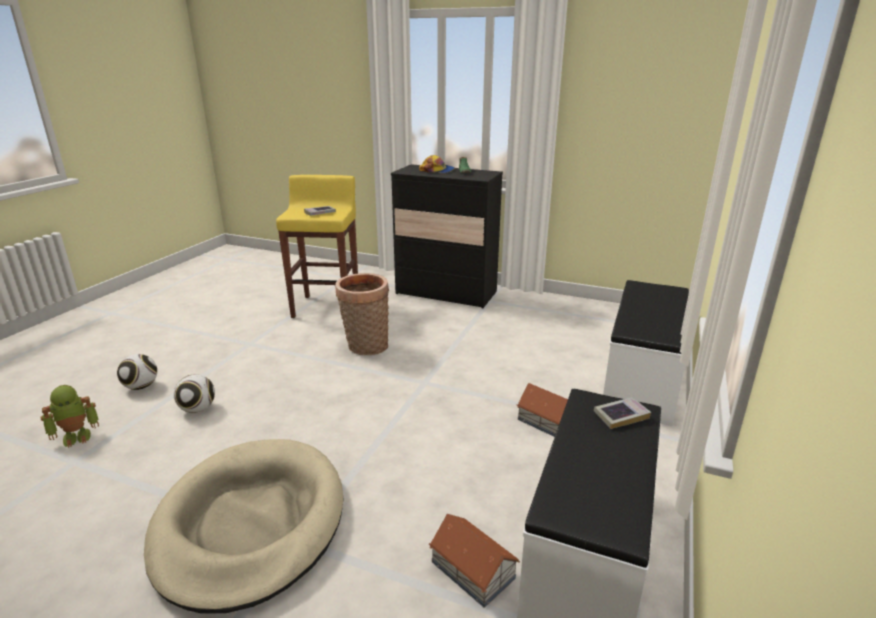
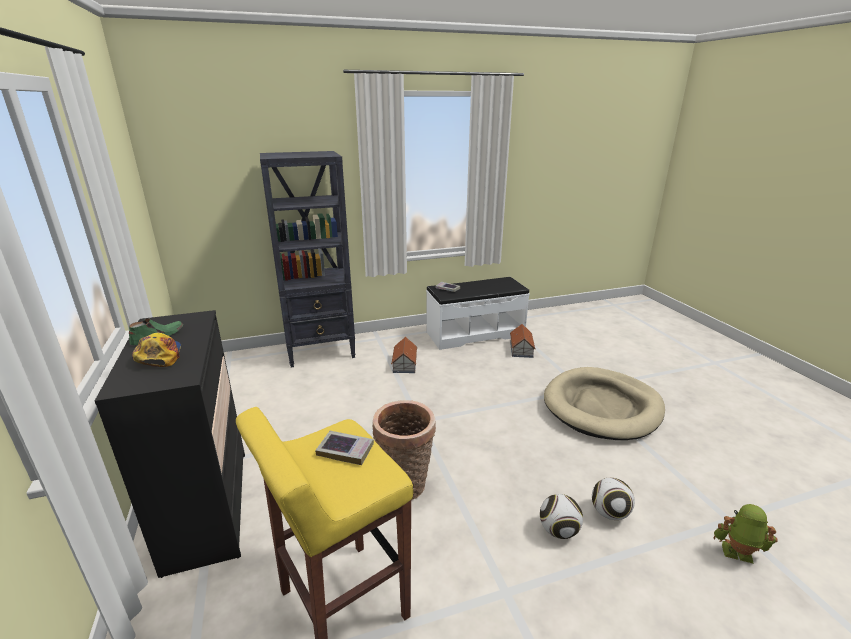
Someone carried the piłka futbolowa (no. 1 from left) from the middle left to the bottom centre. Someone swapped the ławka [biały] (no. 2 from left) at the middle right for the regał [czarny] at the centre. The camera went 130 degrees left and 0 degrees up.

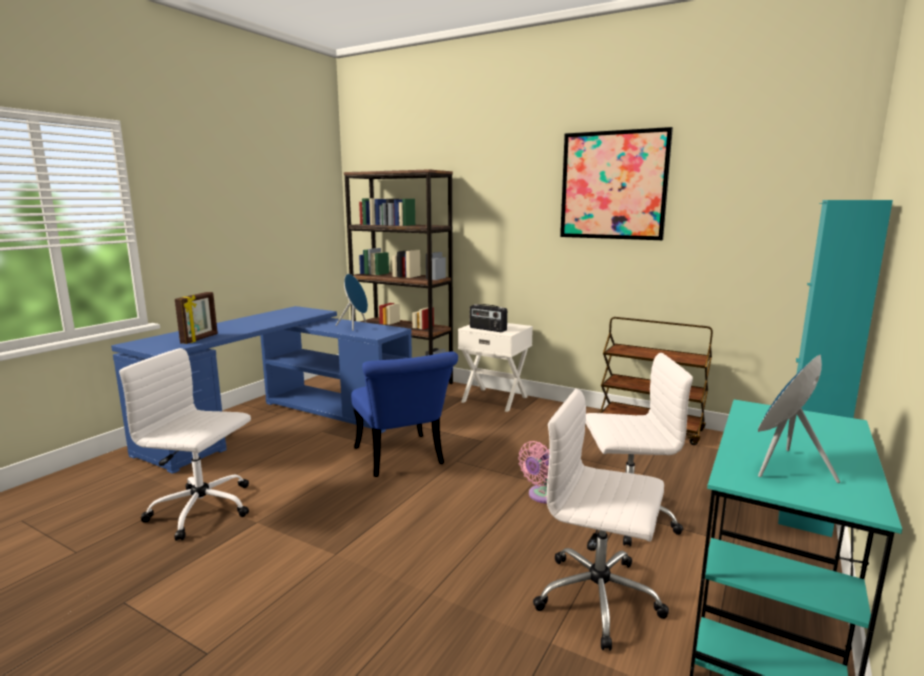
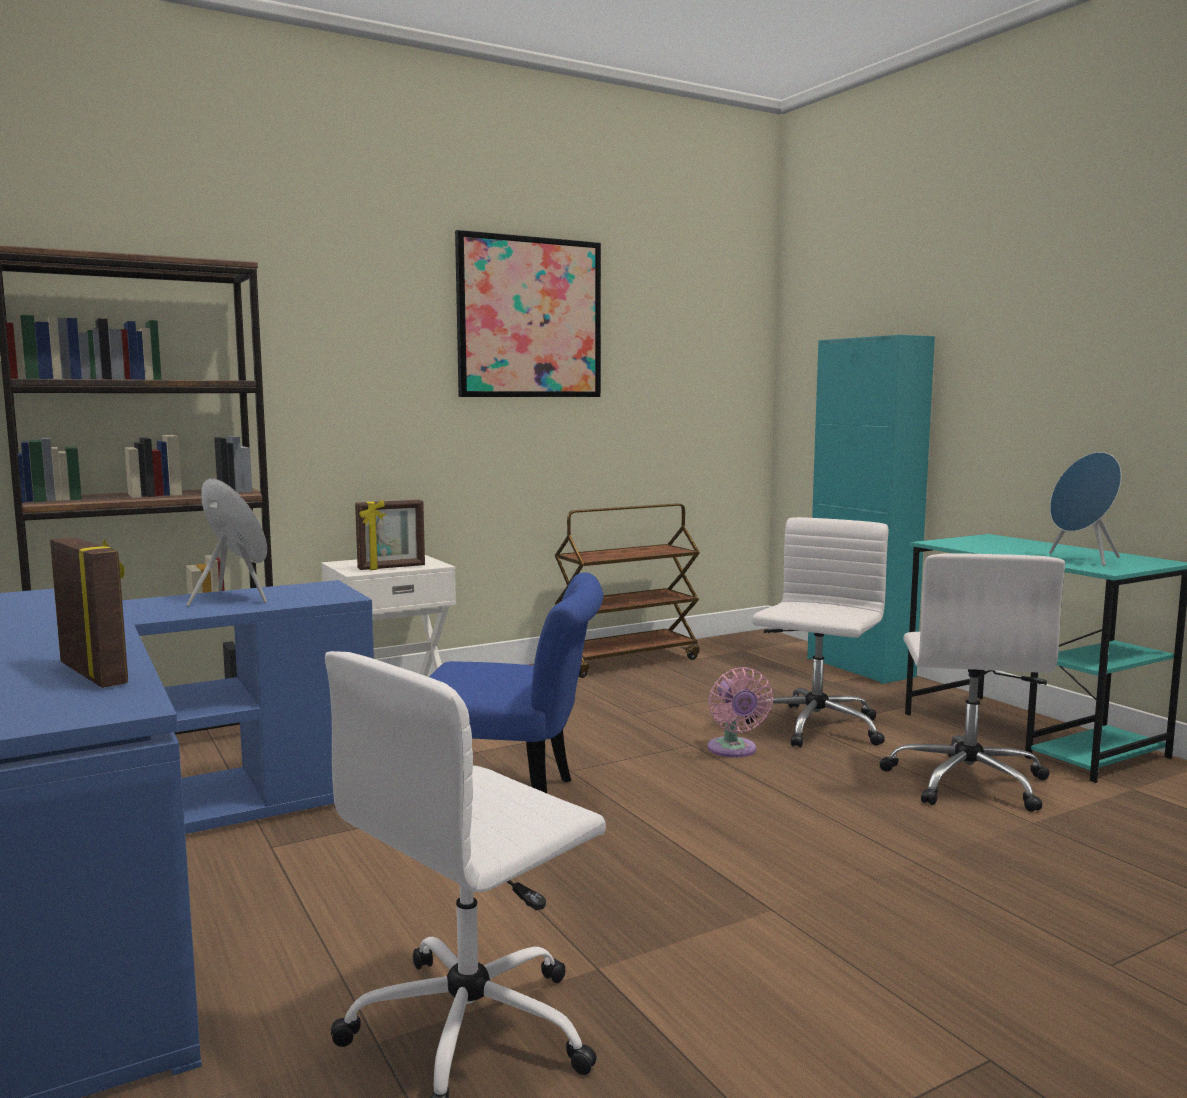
Someone swapped the radio at the centre for the ramka na zdjęcie (no. 2 from left) at the middle left. Someone rotated the krzesło biurowe [biały] (no. 2 from left in the first image) at the bottom centre by 45 degrees counterclockwise. The camera went 60 degrees left and 5 degrees down.

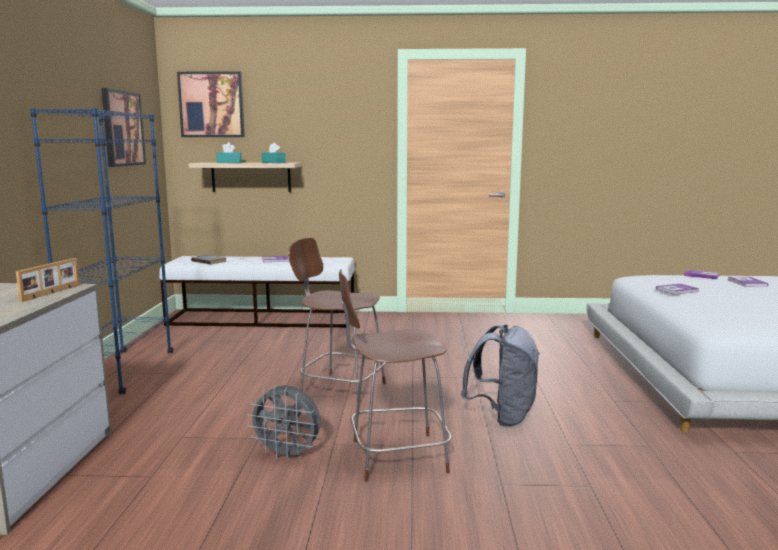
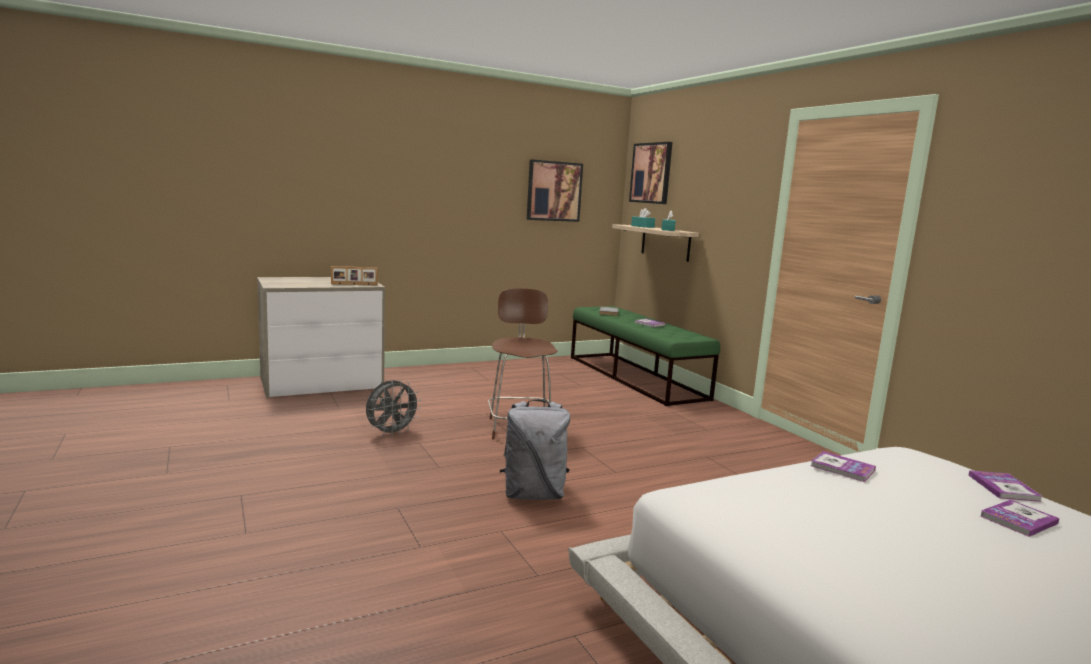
Someone took away the regał [niebieski] at the middle left. Someone repainted the ławka [biały] at the middle left, which became the ławka [zielony] at the centre. Someone rotated the wentylator [szary] at the bottom centre by 120 degrees counterclockwise. Someone took away the krzesło [brązowy] (no. 2 from left) at the bottom centre. The camera went 60 degrees right and 0 degrees up.

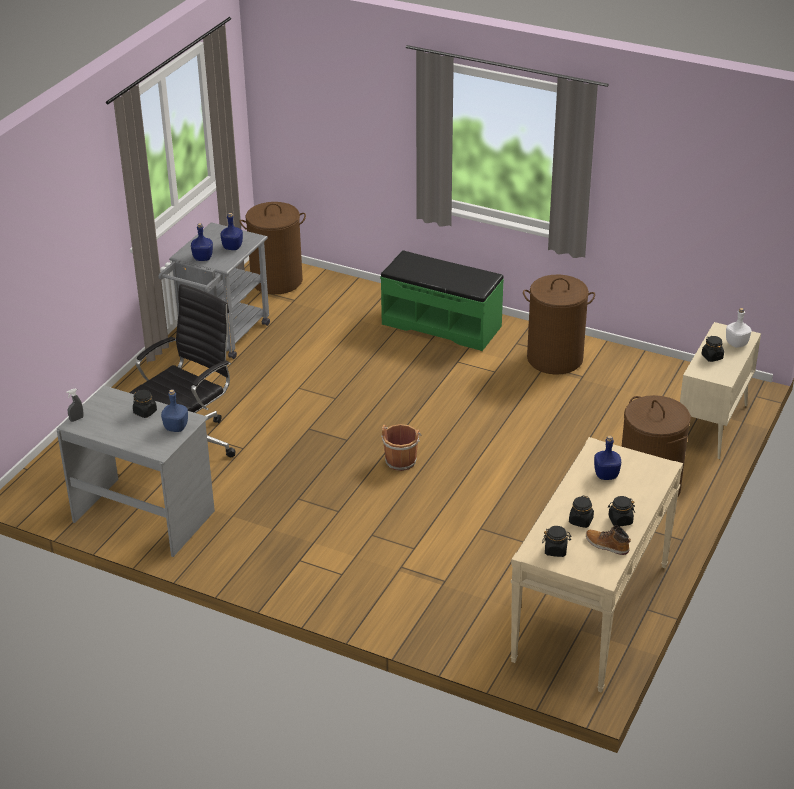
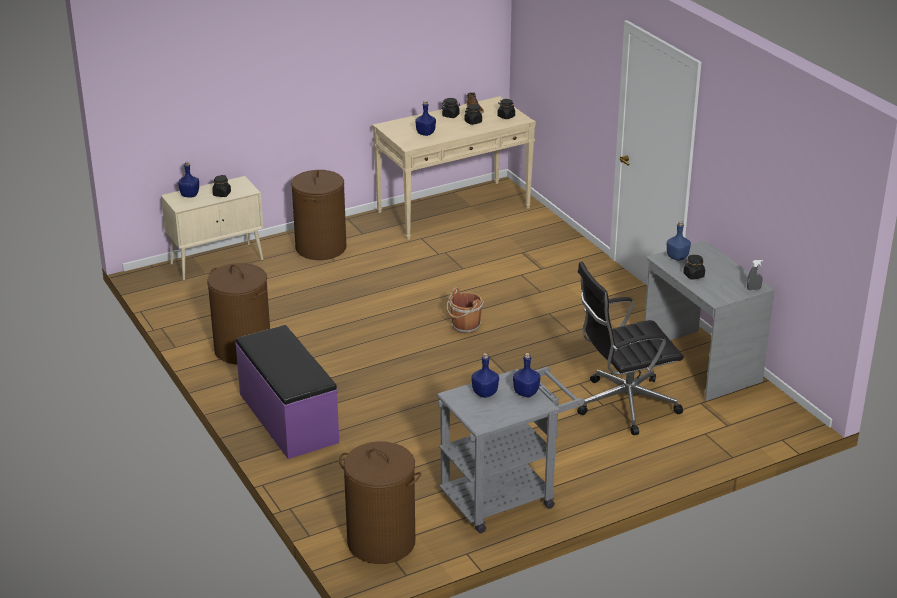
Someone repainted the ławka [zielony] at the centre, which became the ławka [fioletowy] at the middle left. Someone repainted the butelka [biały] at the middle right, which became the butelka [niebieski] (no. 1 from left) at the top left. The camera went 145 degrees left and 5 degrees down.

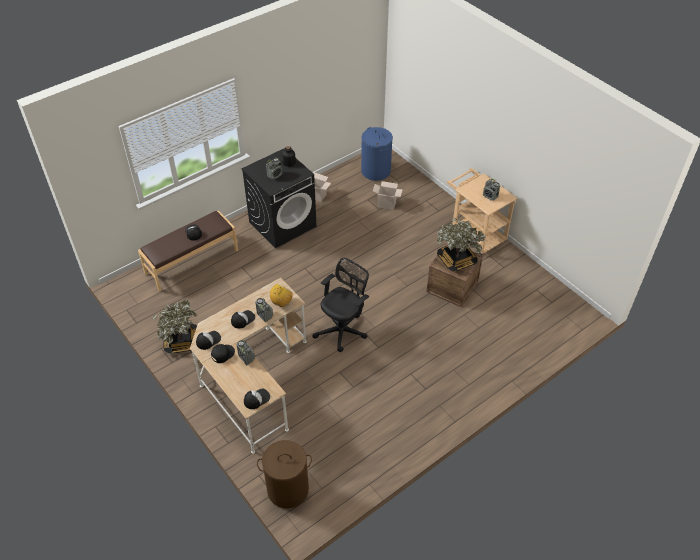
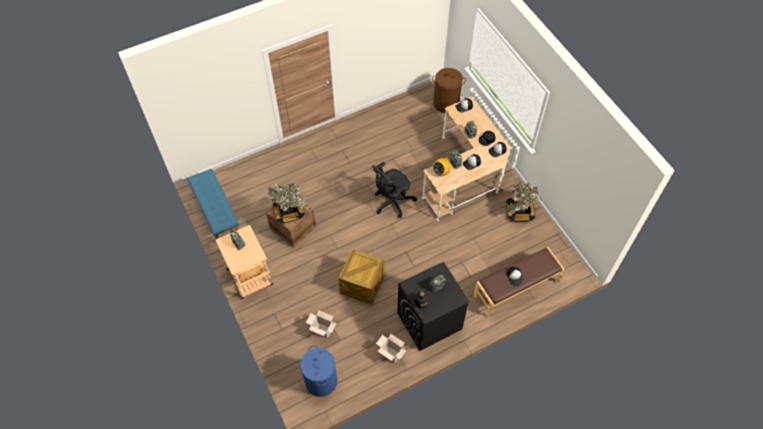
Someone put down the ławka [niebieski] at the middle left. Someone put down the skrzynka (no. 2 from left) at the centre. The camera went 170 degrees left and 10 degrees up.

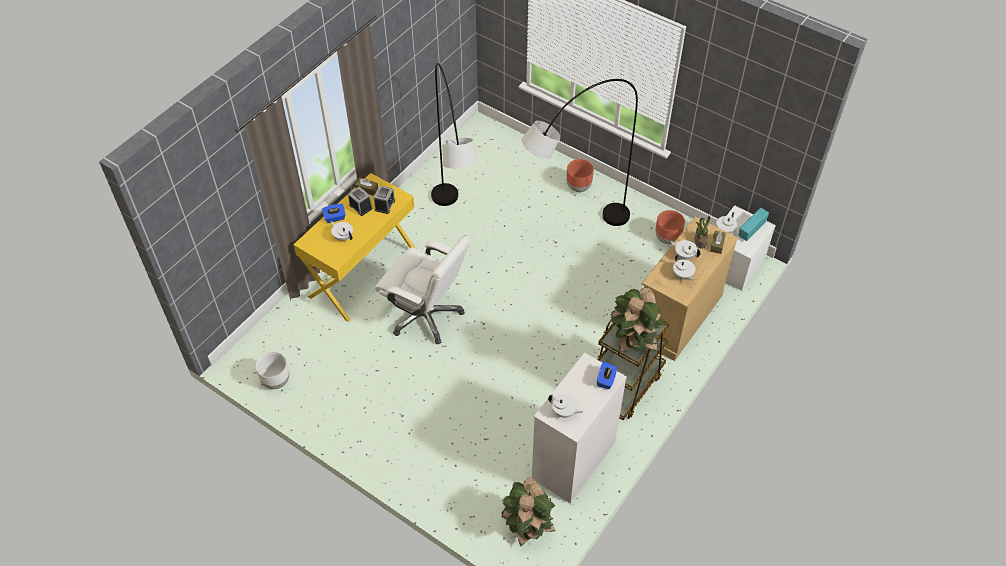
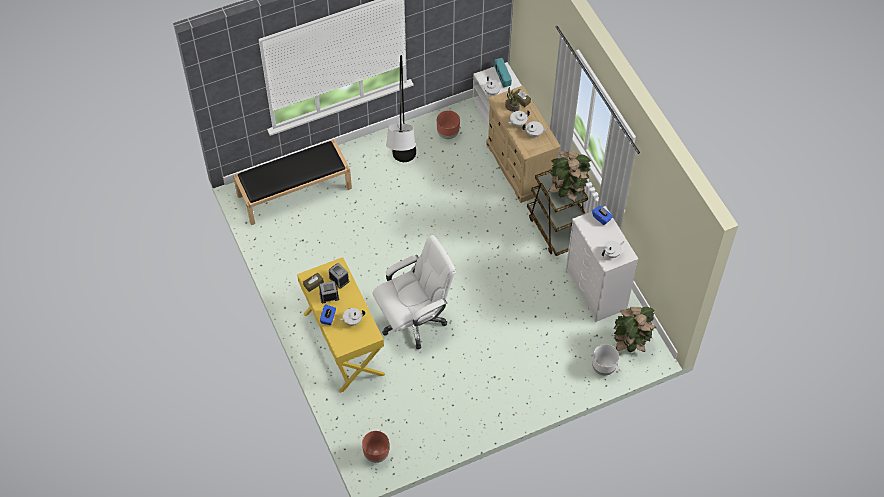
Someone carried the donica [biały] from the middle left to the bottom right. Someone took away the lampa stojąca [szary] (no. 1 from left) at the top centre. Someone carried the donica [brązowy] (no. 1 from left) from the top centre to the bottom centre. Someone put down the ławka [czarny] at the middle left. The camera went 60 degrees left and 5 degrees up.

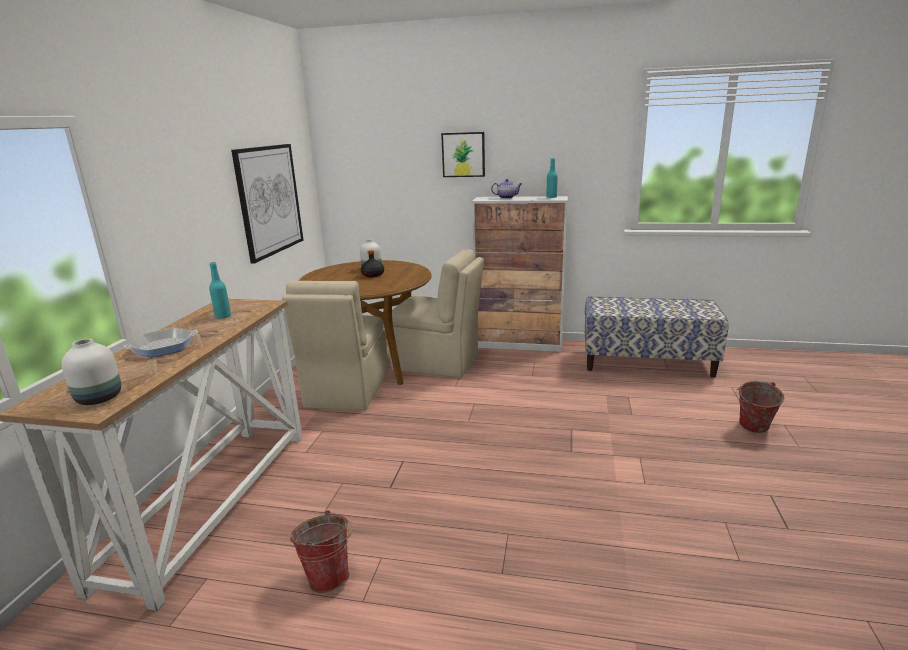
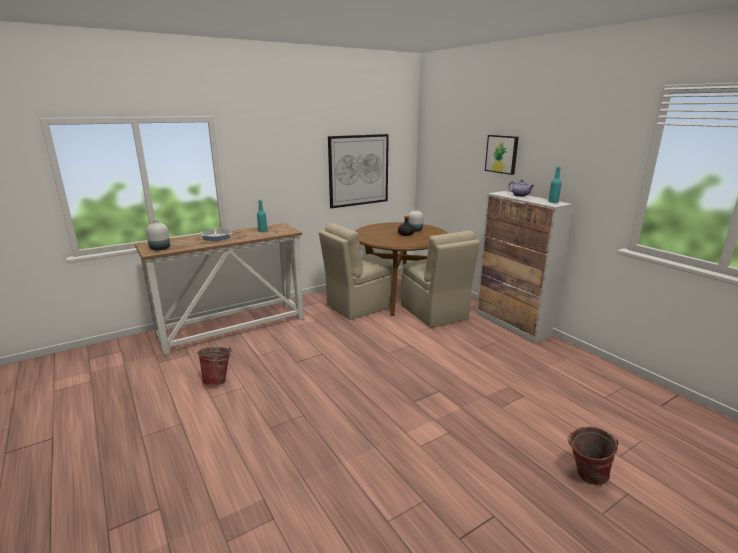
Someone took away the ławka at the middle right. The camera went 45 degrees right and 0 degrees up.

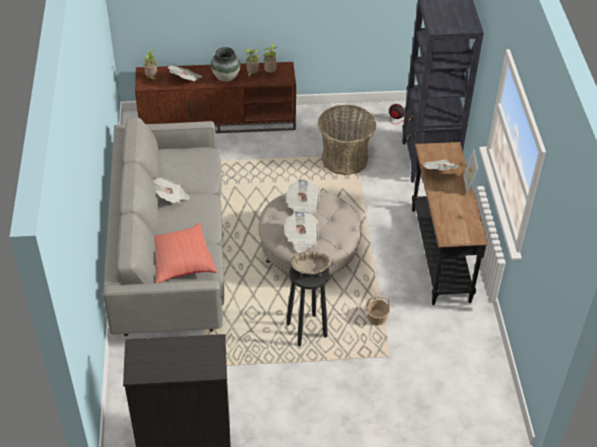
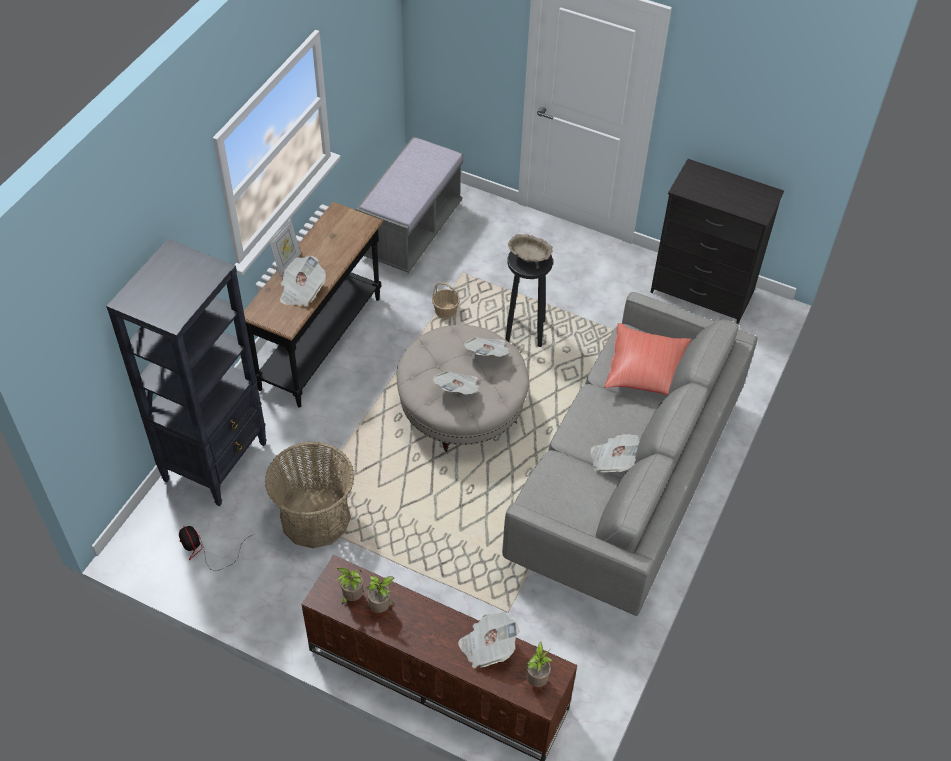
Someone took away the wazon at the top centre. Someone put down the ławka [szary] at the top centre. The camera went 150 degrees left and 5 degrees up.

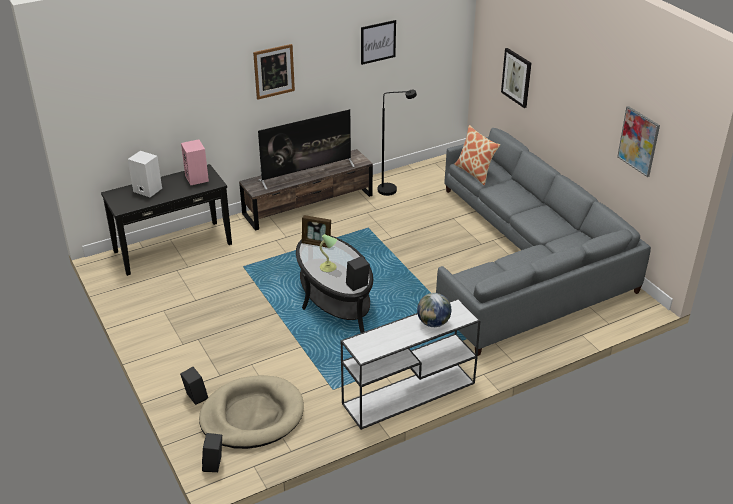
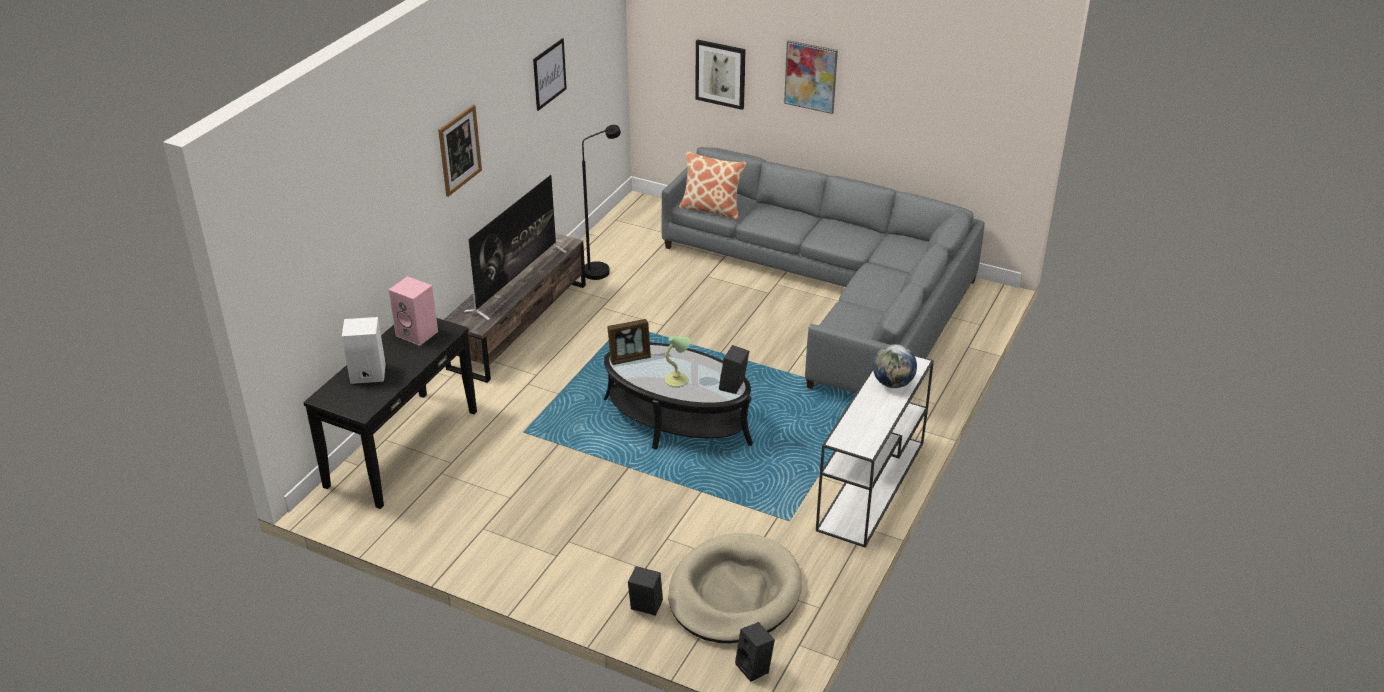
Someone carried the obraz (no. 4 from left) from the top right to the top centre. The camera went 35 degrees left and 0 degrees up.

